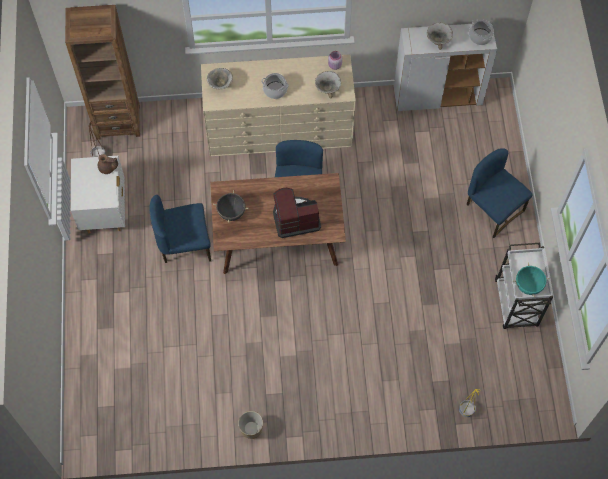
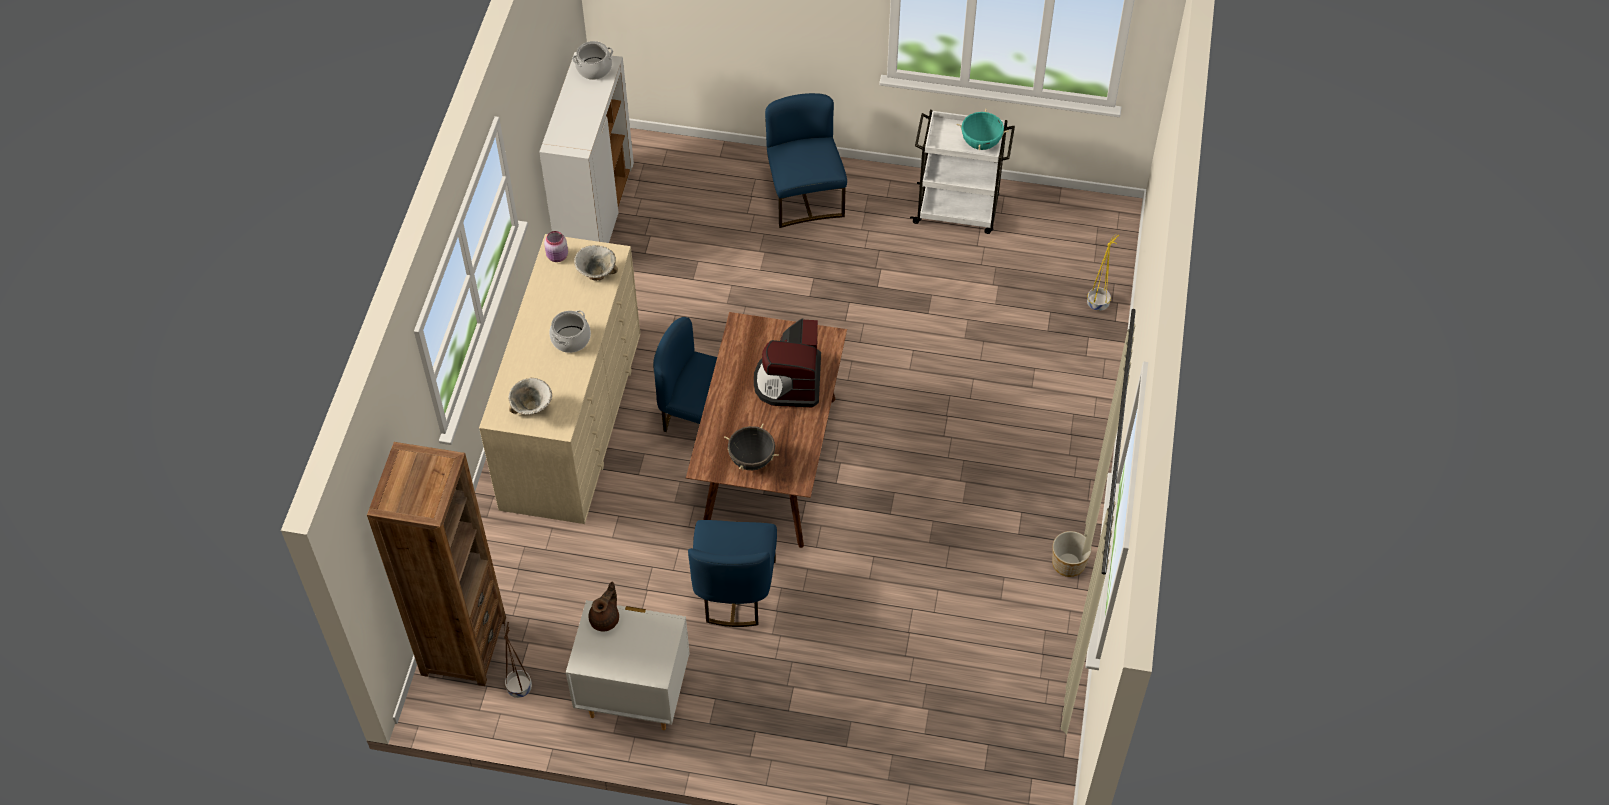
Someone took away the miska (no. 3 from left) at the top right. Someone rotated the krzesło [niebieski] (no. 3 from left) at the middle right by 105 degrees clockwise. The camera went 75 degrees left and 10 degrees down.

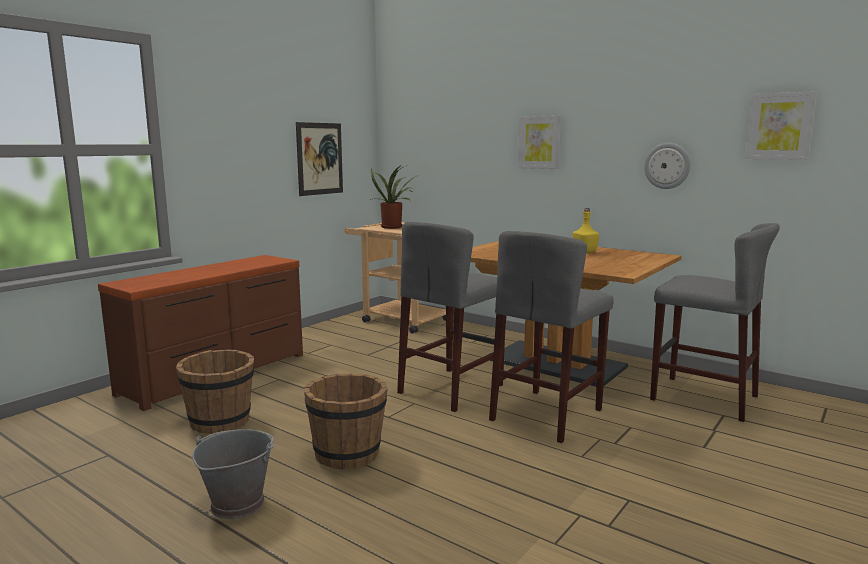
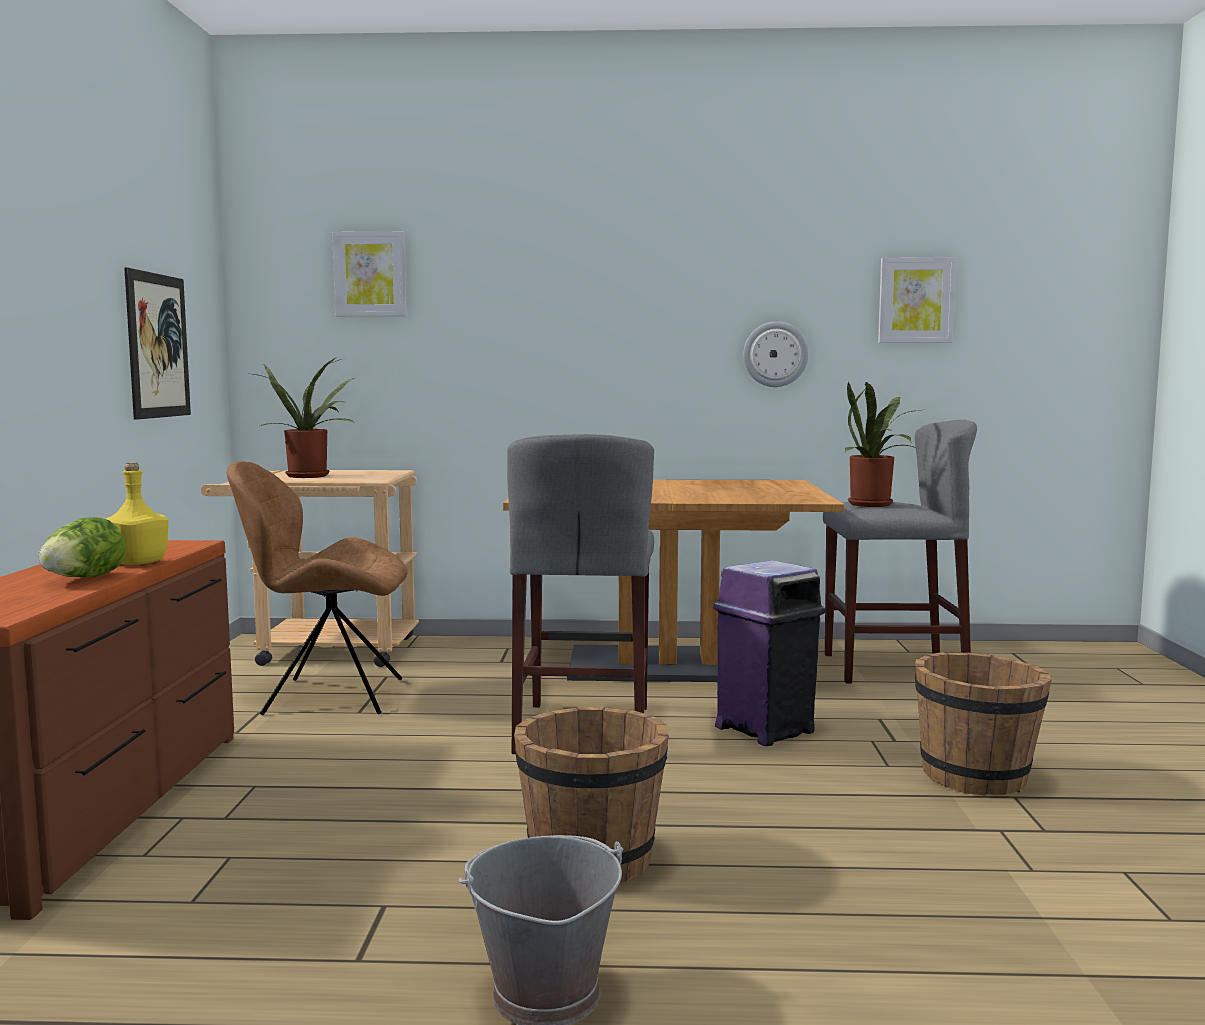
Someone carried the wiadro [brązowy] (no. 1 from left in the first image) from the bottom left to the bottom right. Someone swapped the stołek [szary] (no. 2 from left) at the centre for the kosz na śmieci [fioletowy] at the centre. Someone carried the obraz (no. 2 from left) from the top centre to the top left. Someone carried the butelka [żółty] from the middle right to the middle left. Someone put down the sałata at the middle left. Someone put down the krzesło [brązowy] at the middle left. Someone put down the roślina doniczkowa (no. 2 from left) at the middle right. The camera went 35 degrees left and 5 degrees down.

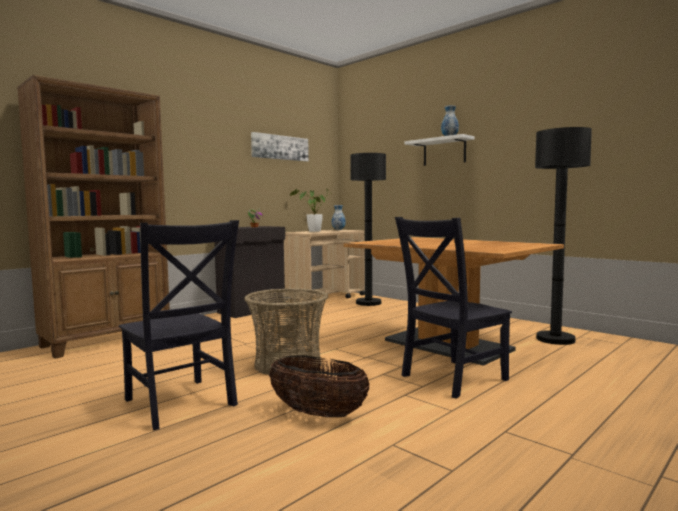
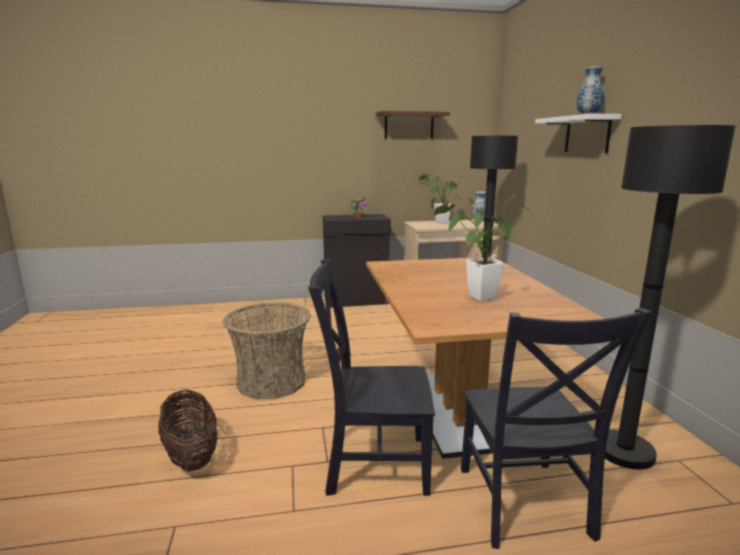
Someone took away the regał [brązowy] at the middle left. Someone carried the krzesło [czarny] (no. 1 from left in the first image) from the middle left to the bottom right. Someone swapped the obraz at the top centre for the półka [brązowy] at the top centre. Someone put down the roślina doniczkowa (no. 3 from left) at the centre. The camera went 35 degrees right and 10 degrees up.

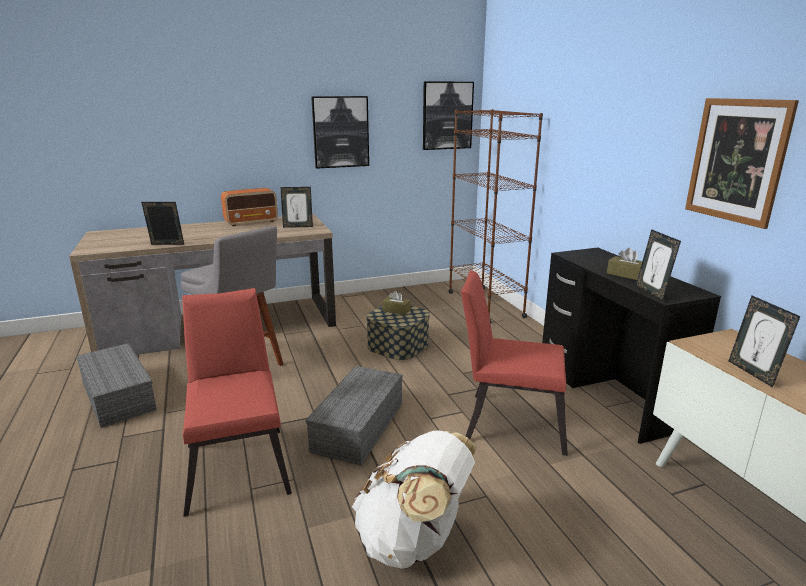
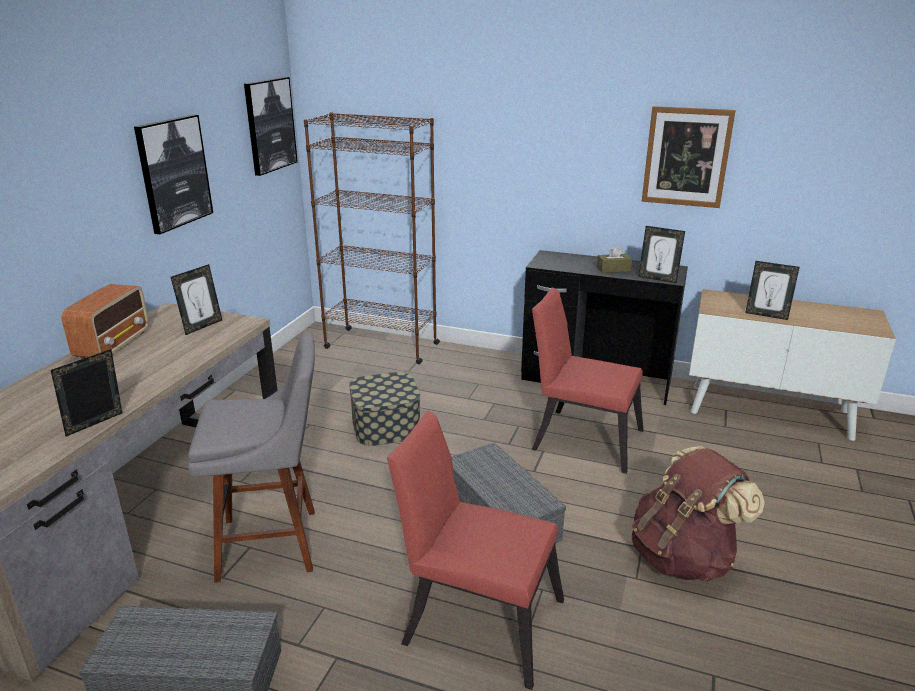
Someone repainted the plecak [biały] at the bottom centre, which became the plecak [brązowy] at the bottom right. Someone took away the pudełko chusteczek [brązowy] (no. 1 from left) at the centre. Someone rotated the krzesło [czerwony] (no. 2 from left) at the centre by 60 degrees clockwise. The camera went 50 degrees left and 5 degrees up.

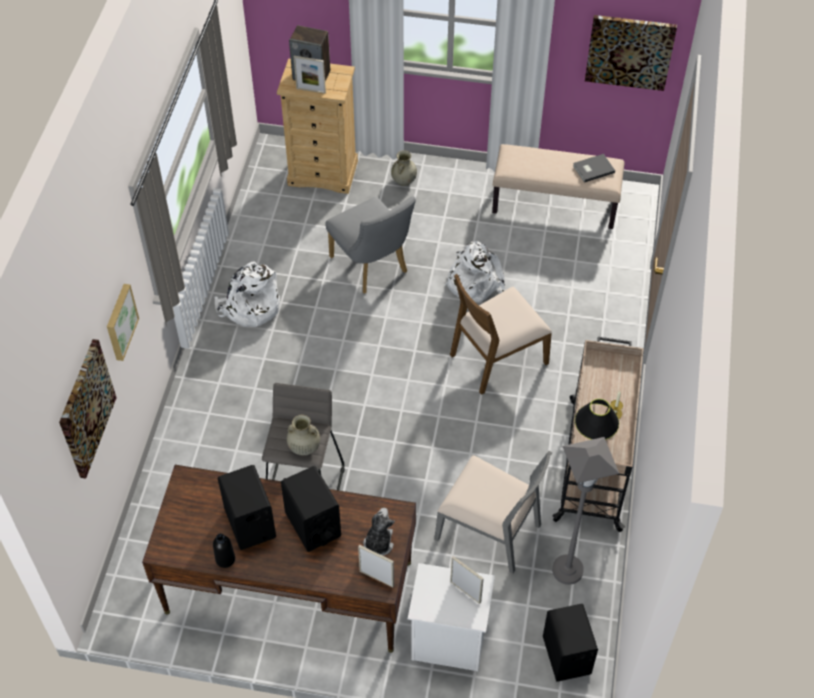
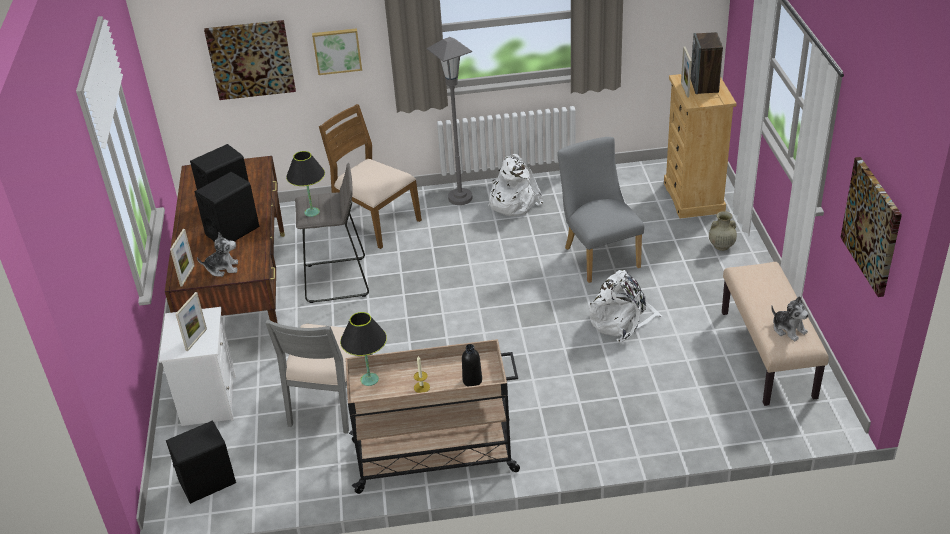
Someone carried the butelka [czarny] from the bottom left to the bottom centre. Someone swapped the wazon [beżowy] (no. 1 from left) at the centre for the lampa stołowa [czarny] (no. 1 from left) at the middle left. Someone rotated the krzesło [szary] (no. 1 from left in the first image) at the centre by 120 degrees clockwise. Someone carried the krzesło [brązowy] from the centre to the top centre. Someone carried the lampa stojąca [szary] from the bottom right to the top centre. Someone swapped the książka [szary] at the top right for the pluszak (no. 2 from left) at the middle right. The camera went 75 degrees right and 15 degrees down.

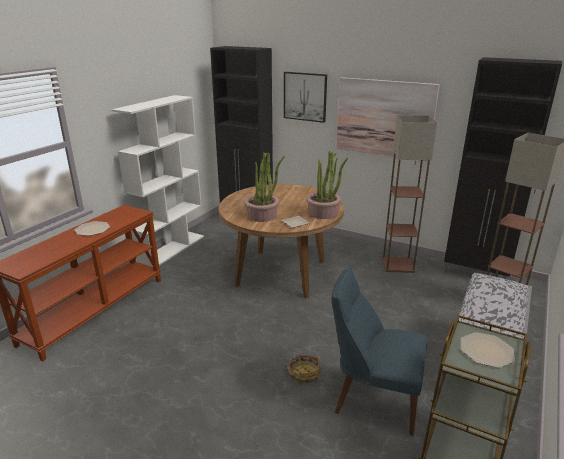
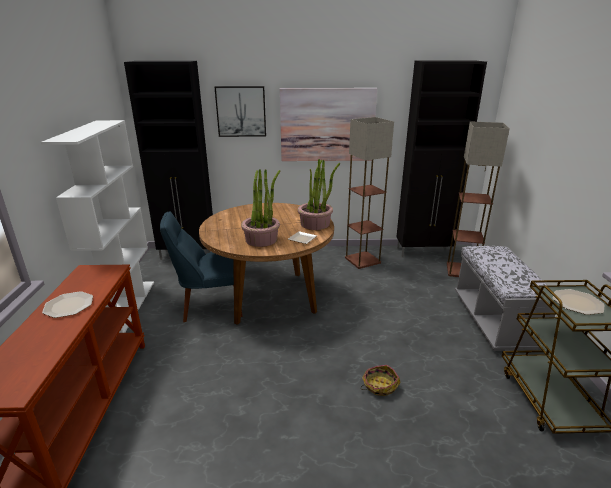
Someone carried the krzesło [niebieski] from the bottom right to the middle left. The camera went 30 degrees left and 0 degrees up.

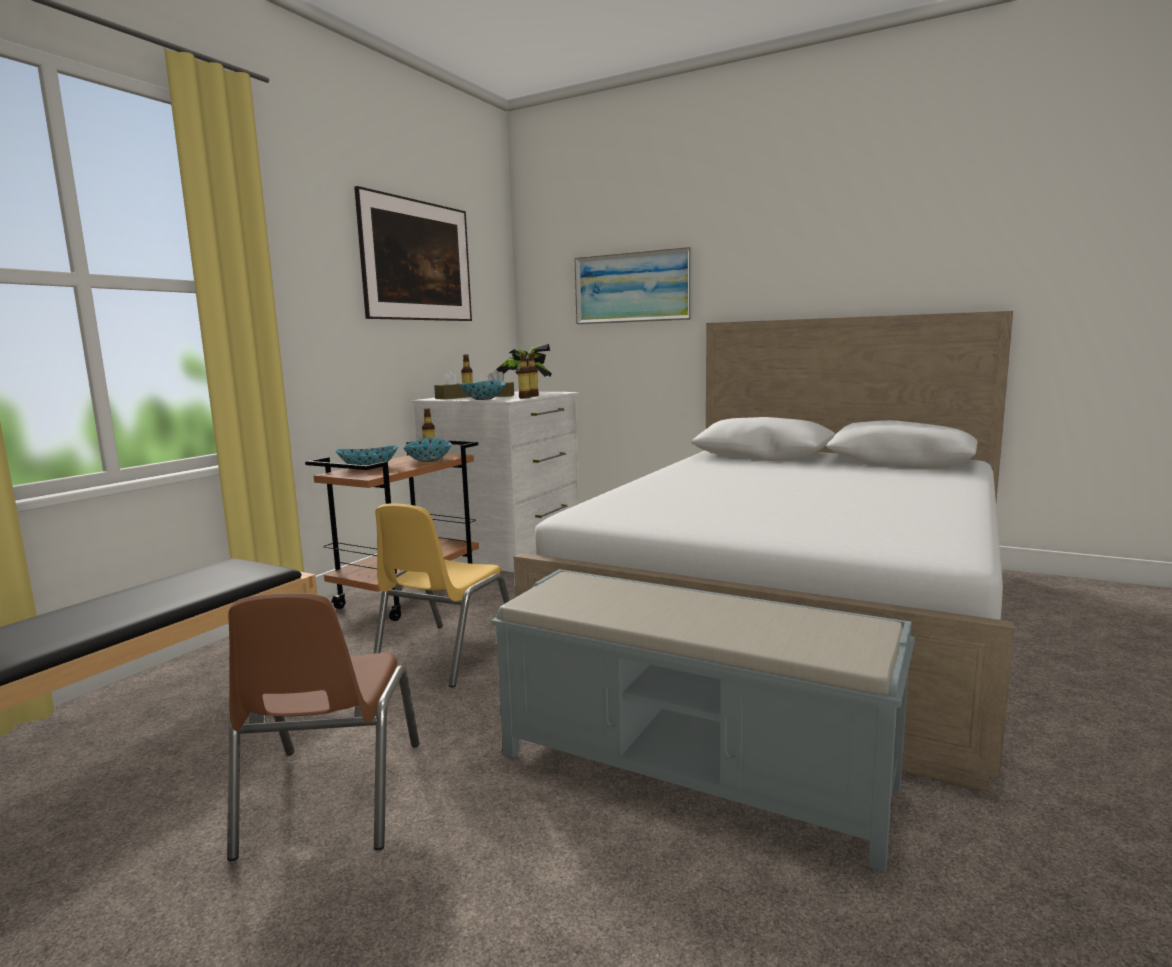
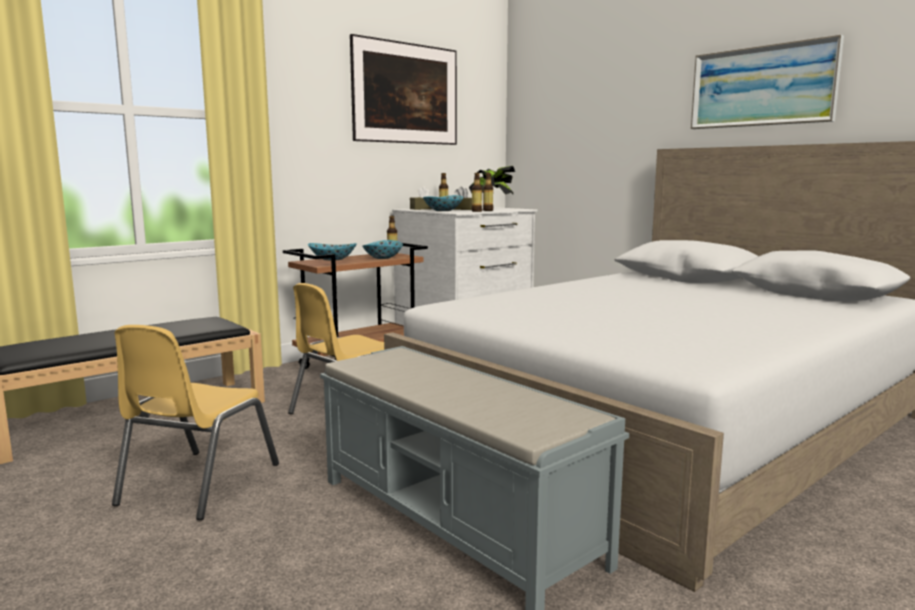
Someone repainted the krzesło [brązowy] at the bottom left, which became the krzesło [żółty] (no. 1 from left) at the bottom left. Someone carried the obraz (no. 2 from left) from the top centre to the top right. The camera went 20 degrees right and 0 degrees up.

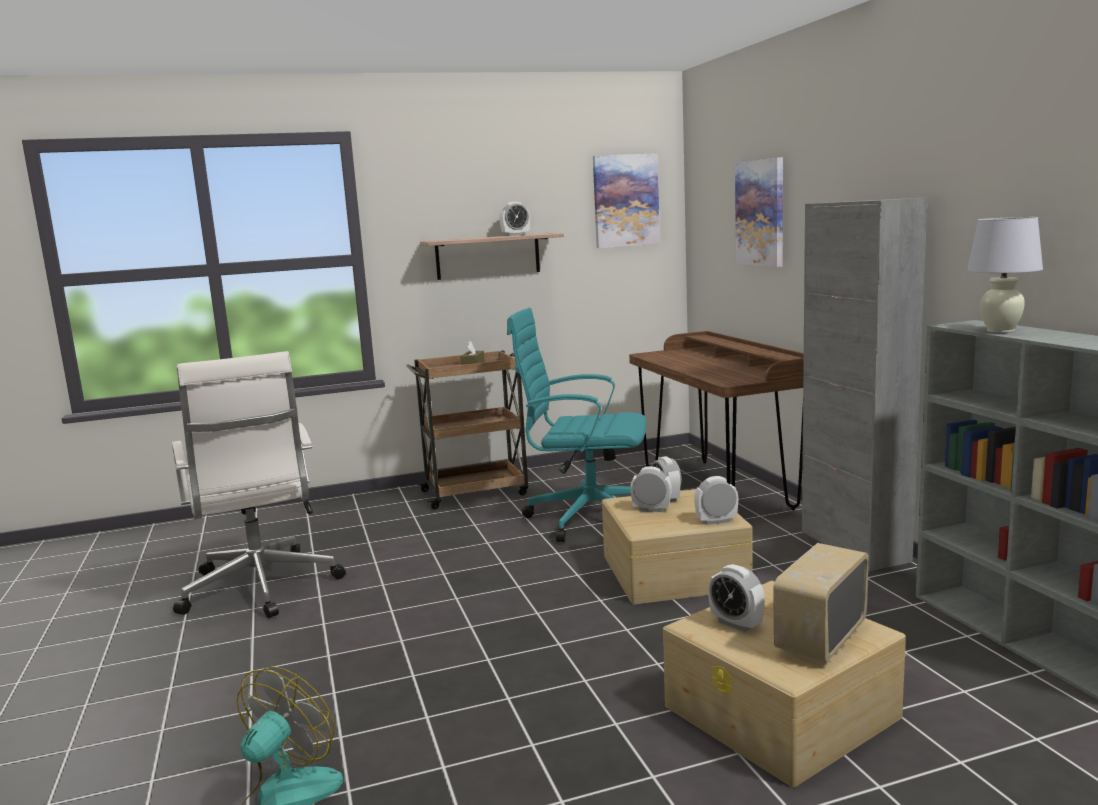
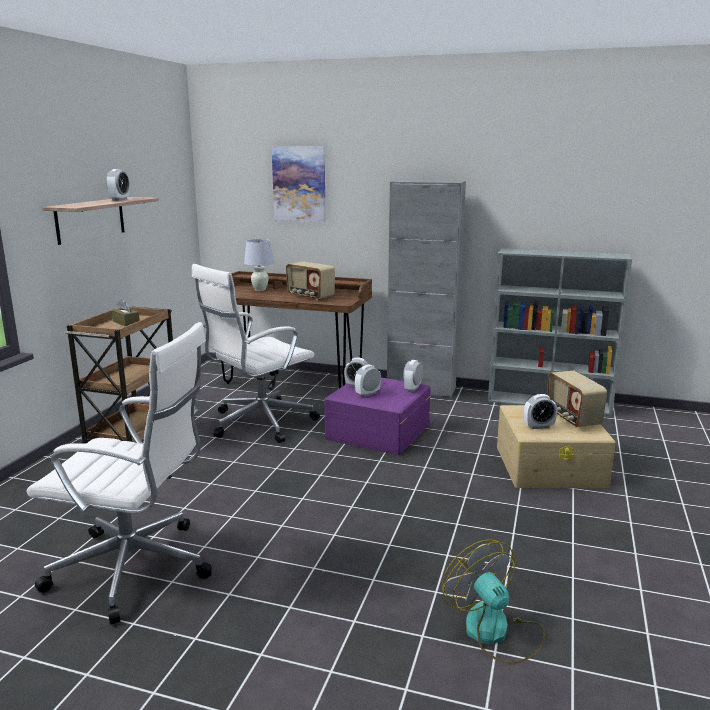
Someone repainted the krzesło biurowe [turkusowy] at the centre, which became the krzesło biurowe [biały] (no. 2 from left) at the centre. Someone took away the obraz (no. 1 from left) at the top centre. Someone repainted the pojemnik do przechowywania [beżowy] (no. 1 from left) at the bottom centre, which became the pojemnik do przechowywania [fioletowy] at the centre. Someone carried the lampa stołowa [biały] from the middle right to the centre. Someone put down the radio (no. 1 from left) at the centre. The camera went 55 degrees left and 5 degrees up.

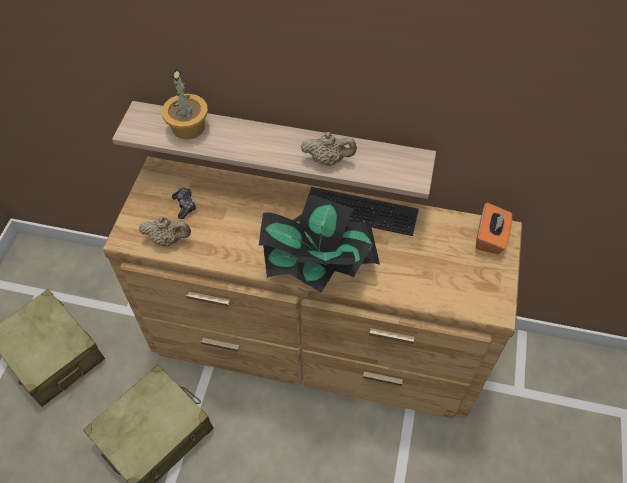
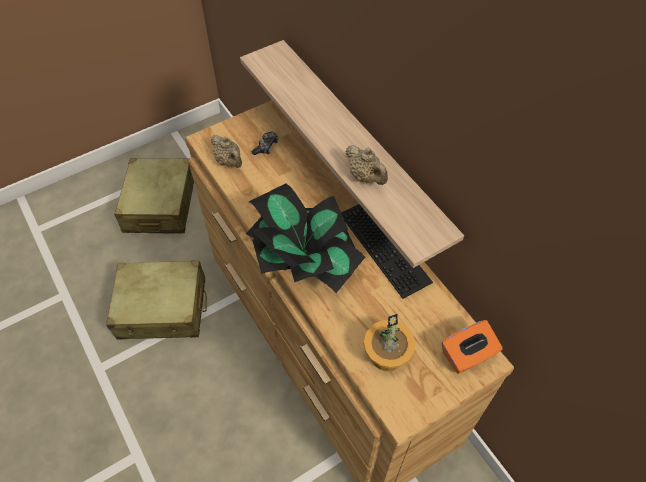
Someone carried the roślina doniczkowa (no. 1 from left in the first image) from the top left to the bottom centre. The camera went 45 degrees right and 0 degrees up.

